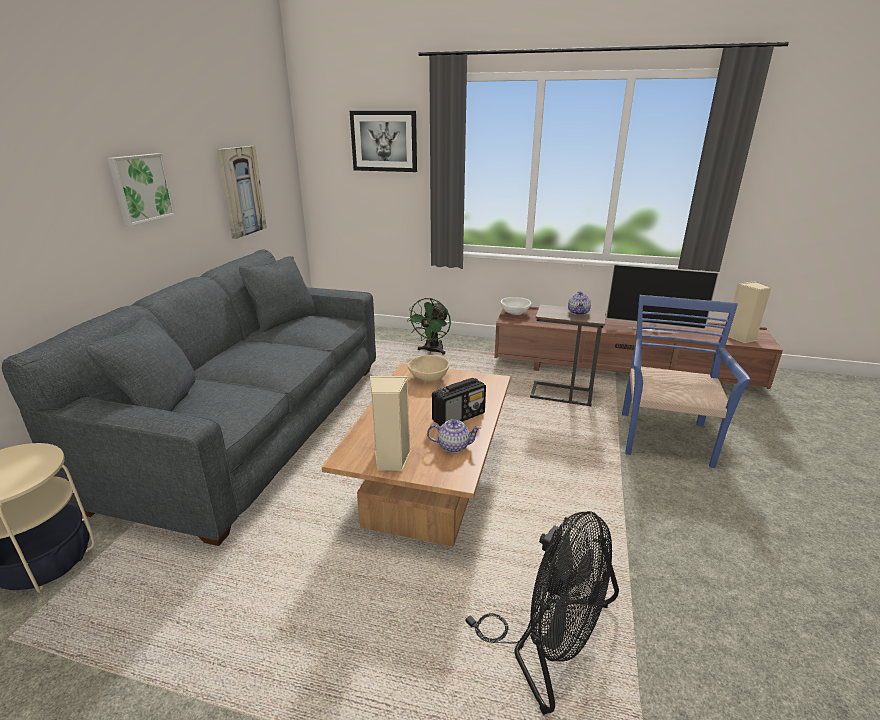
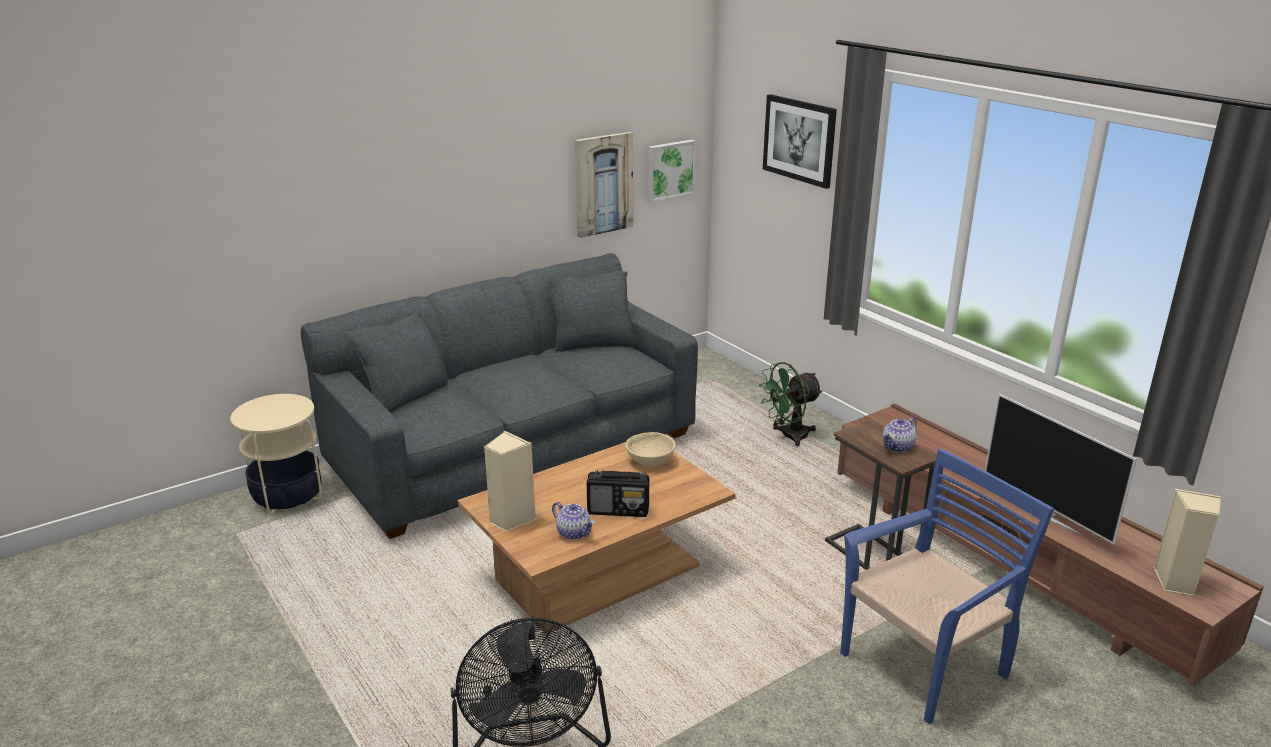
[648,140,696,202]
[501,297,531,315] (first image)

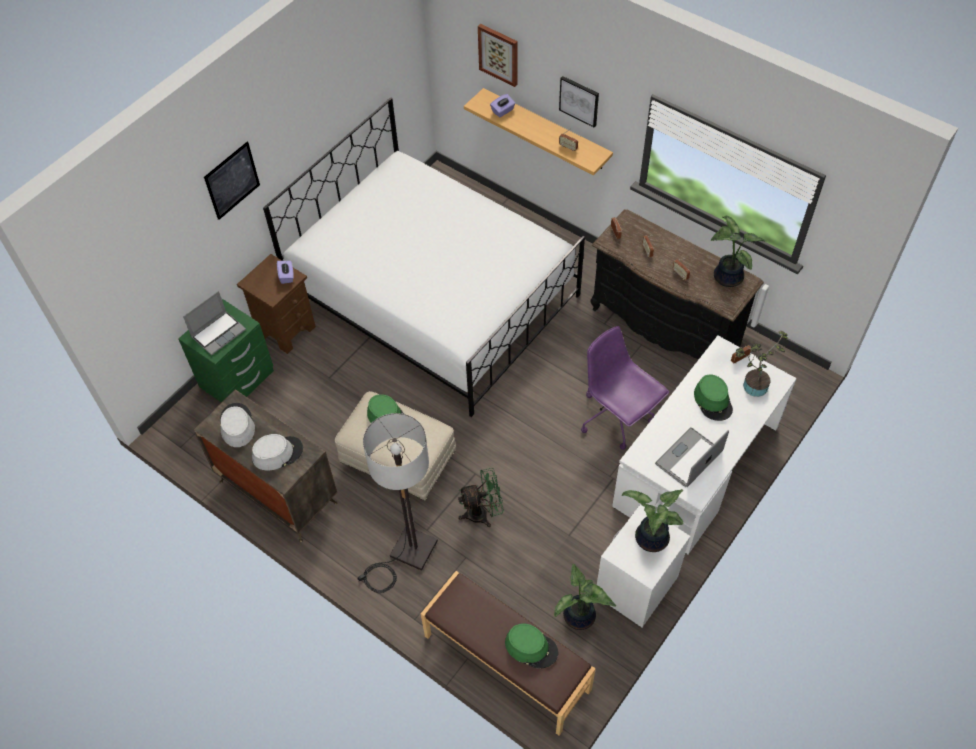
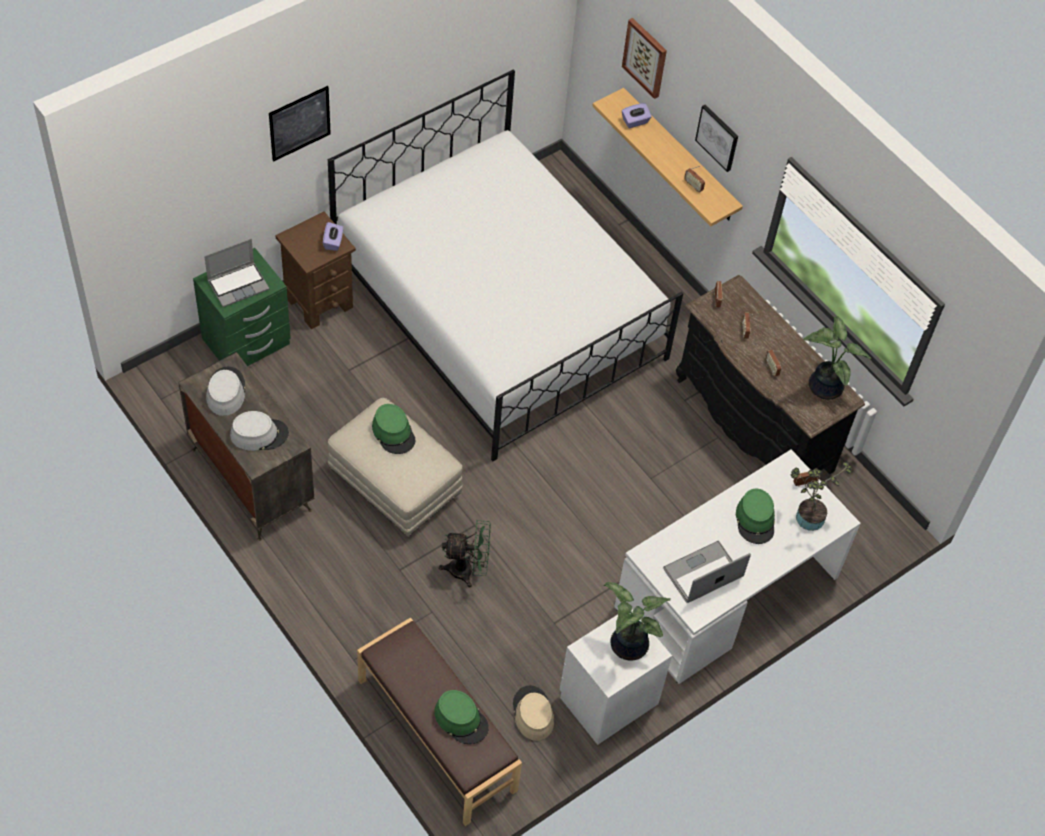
[581,326,669,450] (first image)
[358,413,438,593] (first image)
[513,685,554,741]

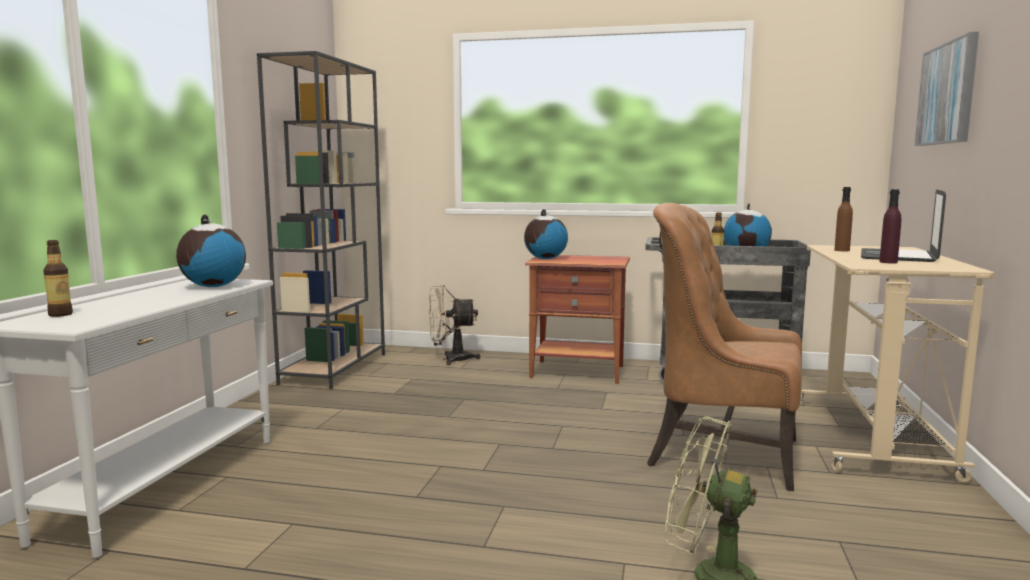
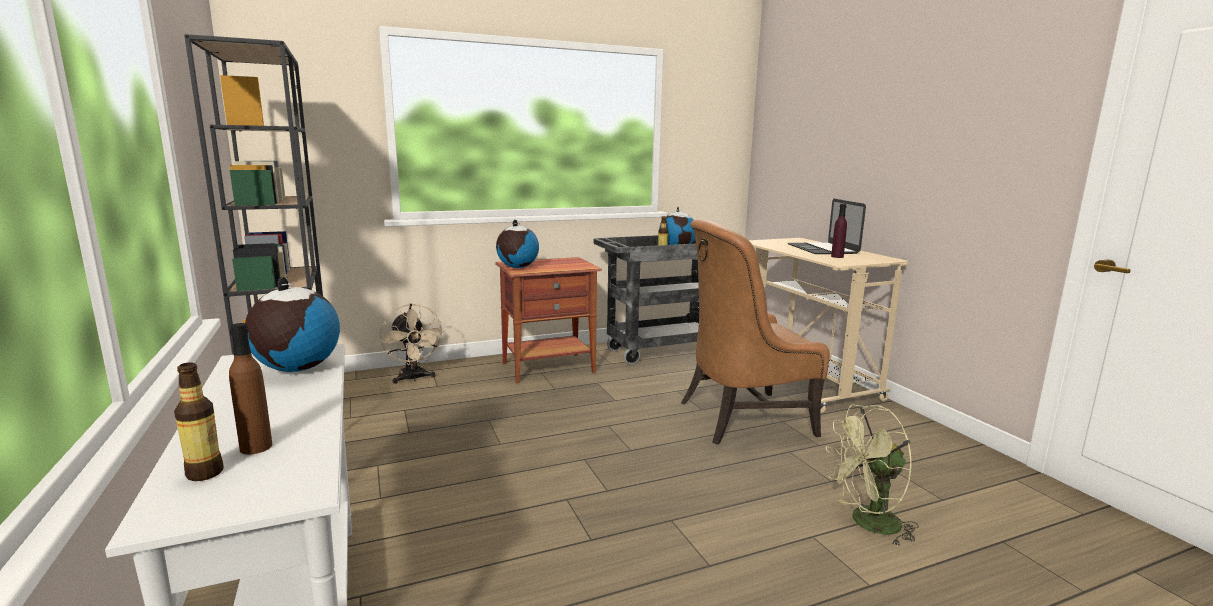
[915,32,979,146] (first image)
[229,323,272,454]
[380,304,444,384]

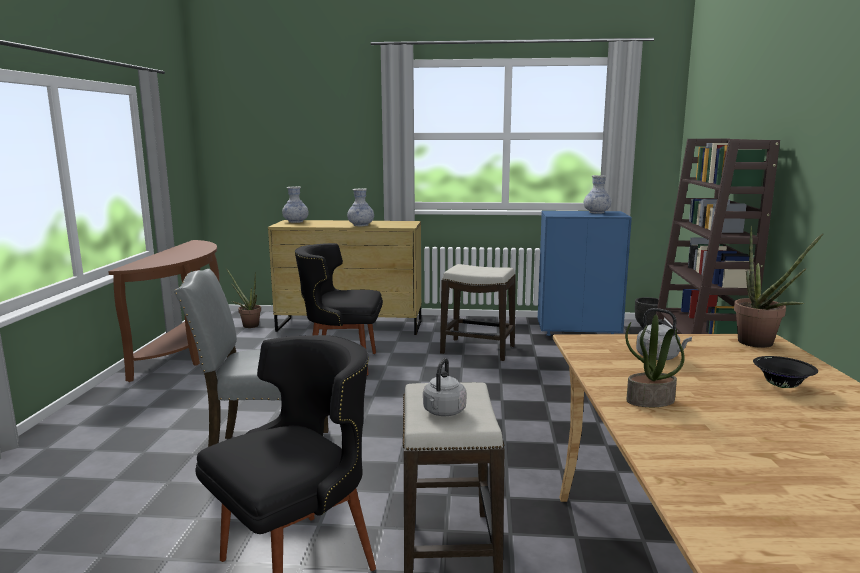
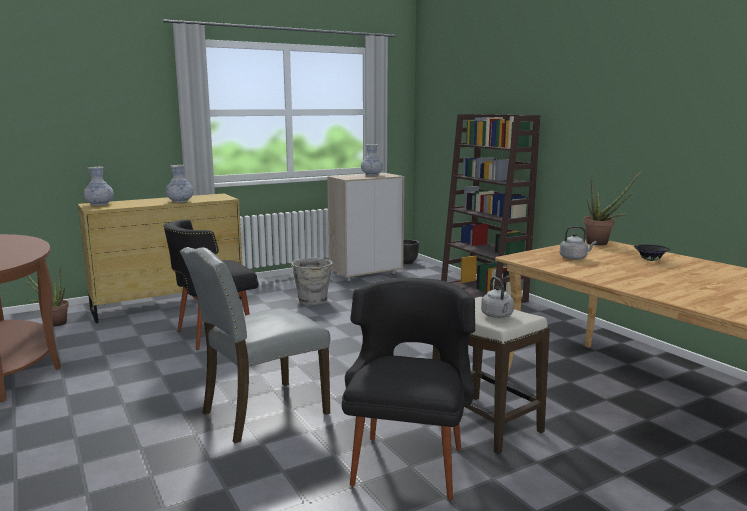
[327,173,404,281]
[290,258,334,305]
[625,314,685,407] (first image)

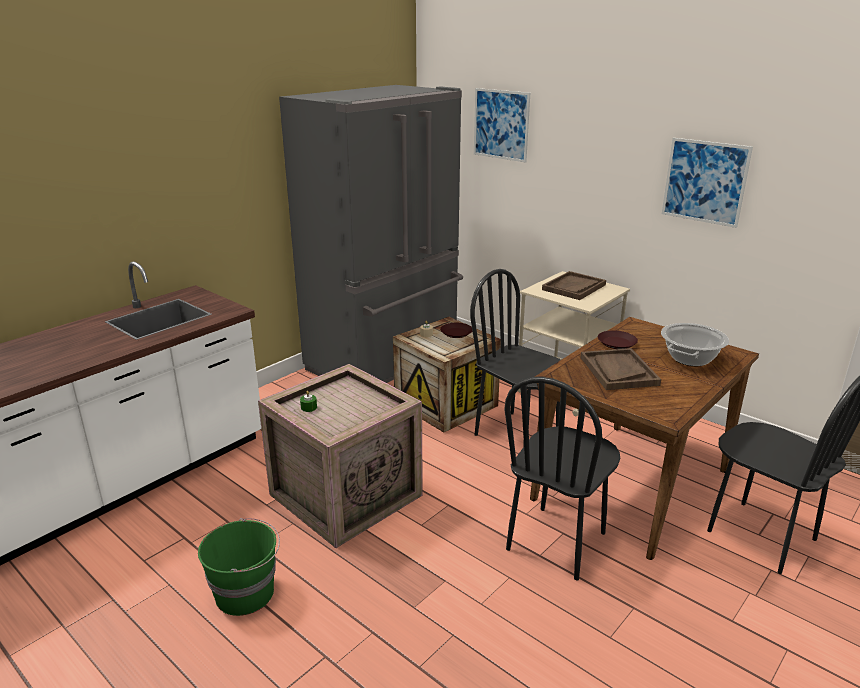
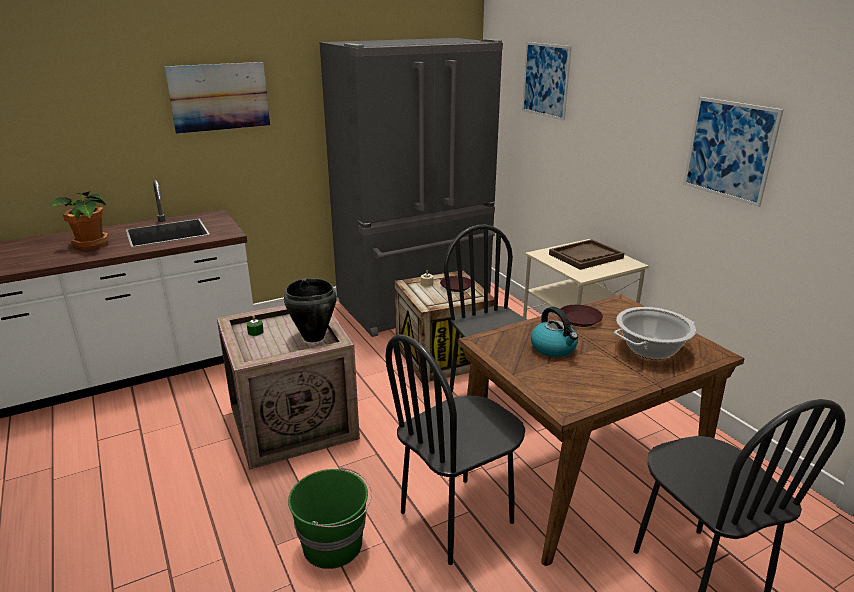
[531,307,578,357]
[288,467,372,569]
[164,62,270,134]
[49,191,109,250]
[284,278,337,342]

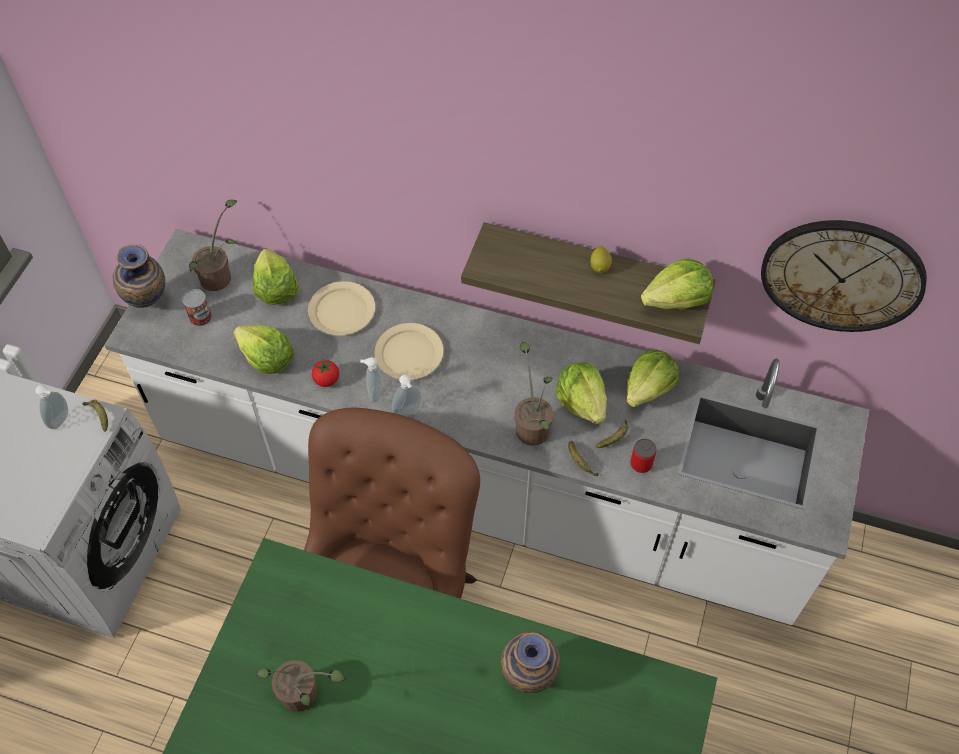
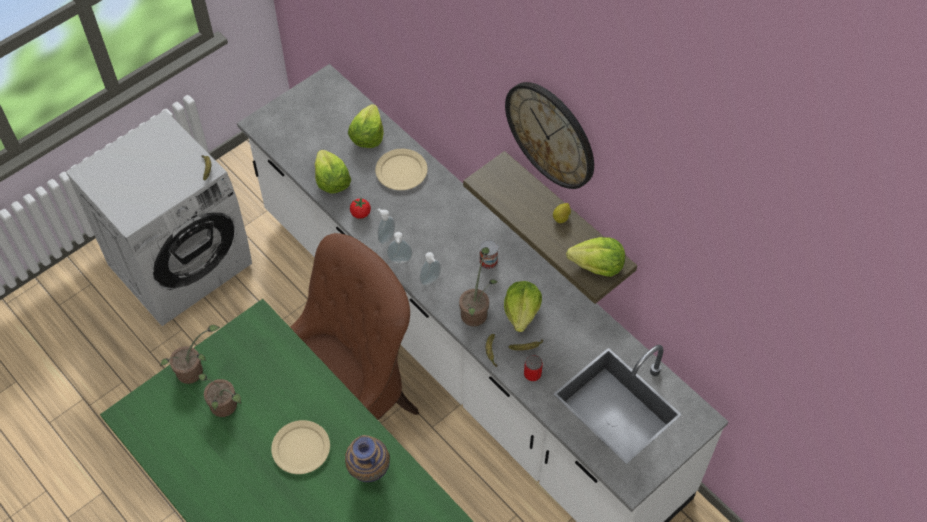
[160,325,220,384]
[505,82,594,189]
[113,244,165,308] (first image)
[479,240,498,269]
[271,420,330,474]
[626,349,679,407] (first image)
[420,252,441,286]

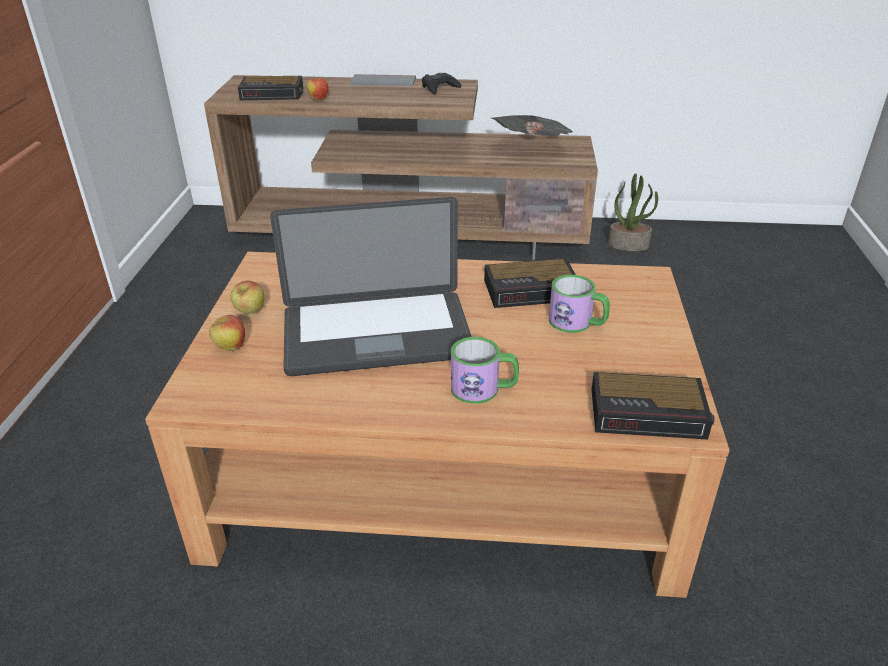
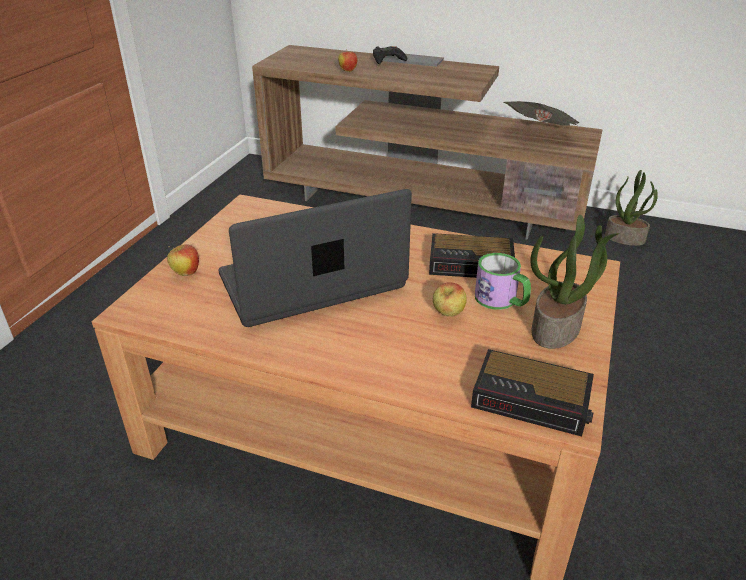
[373,46,407,64]
[238,76,303,100] (first image)
[219,189,412,327]
[433,282,467,316]
[451,337,519,404] (first image)
[530,215,619,349]

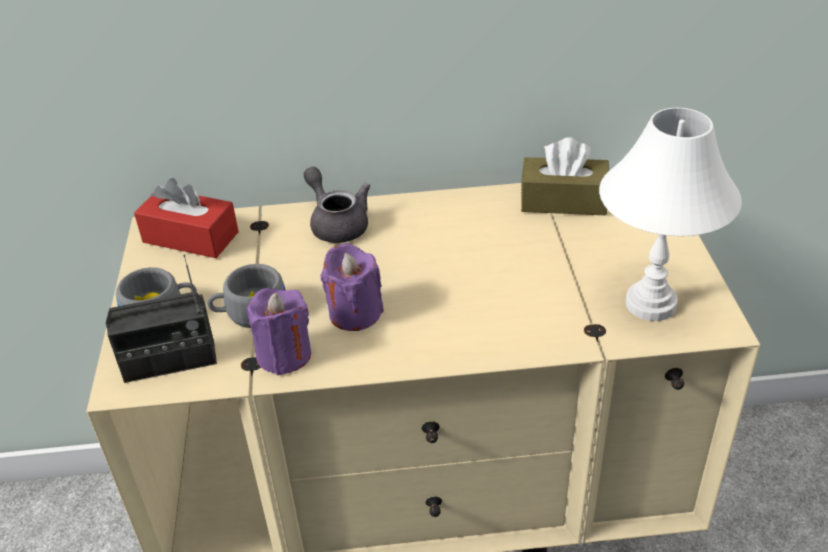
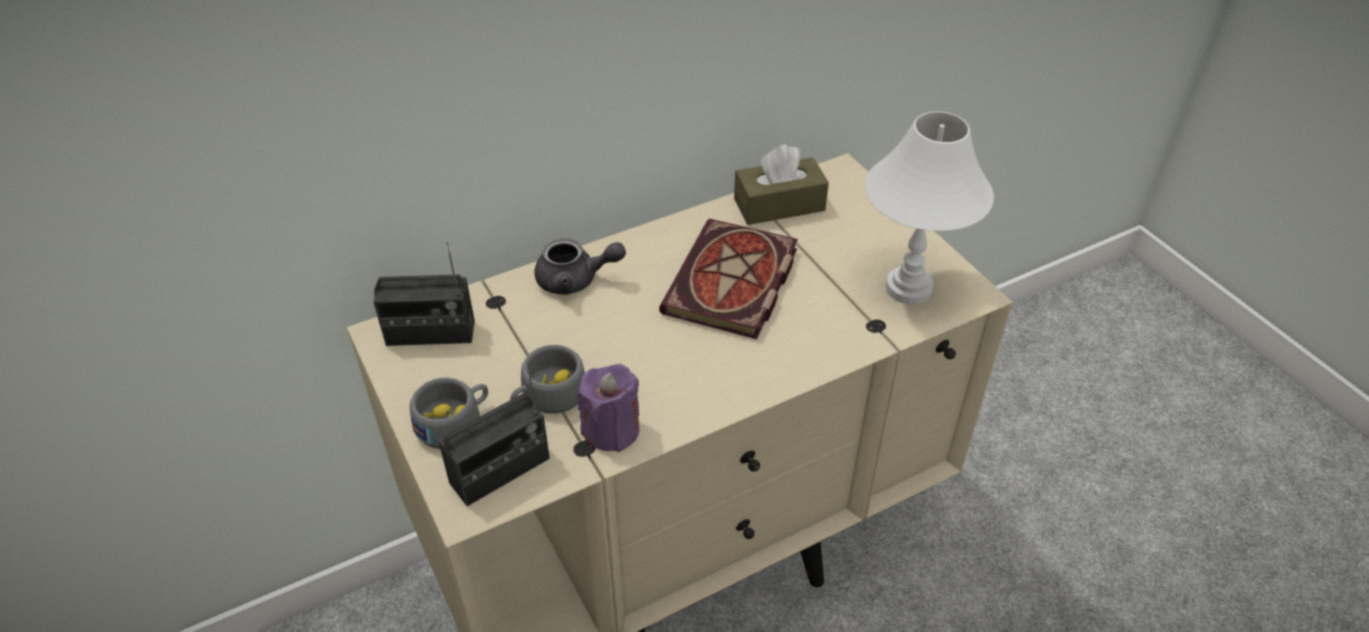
[534,238,626,295]
[373,242,475,346]
[321,243,384,331] (first image)
[659,219,798,339]

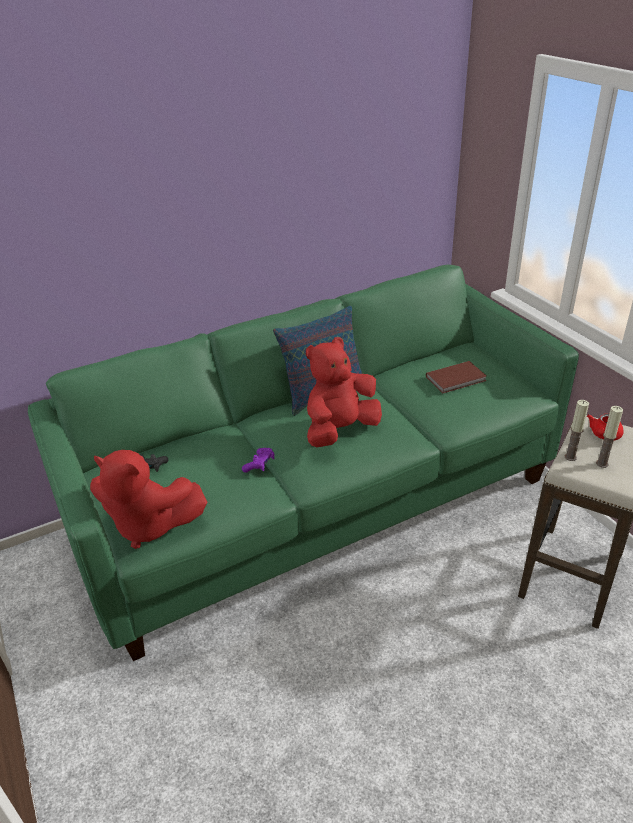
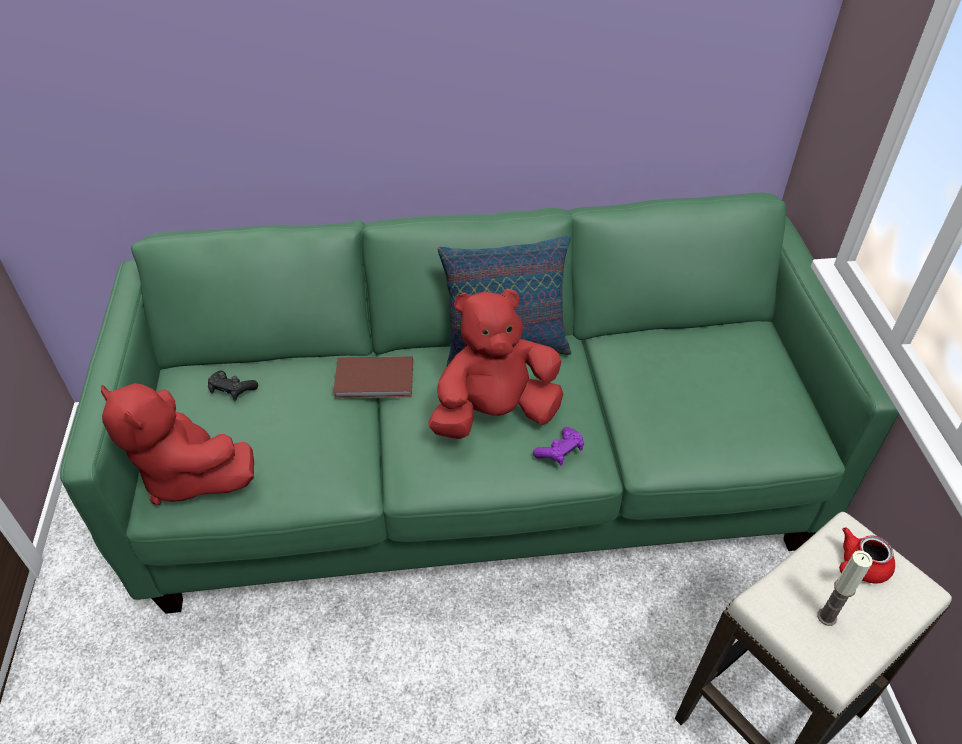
[333,356,413,399]
[565,400,589,461] (first image)
[533,427,584,466]

